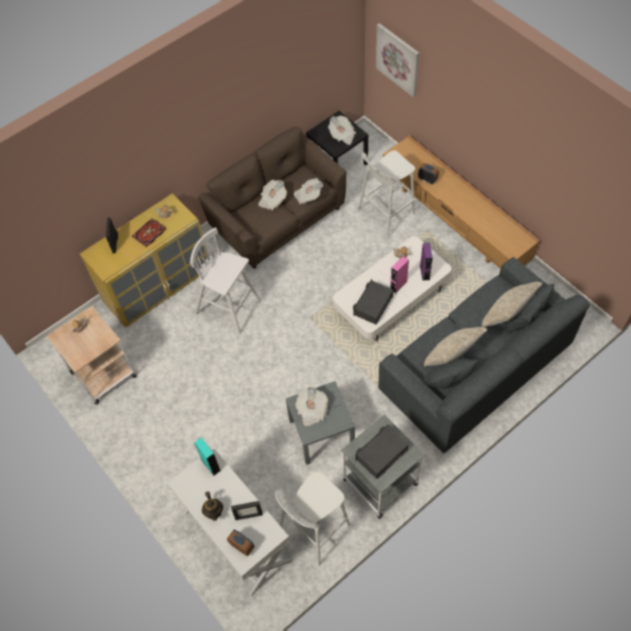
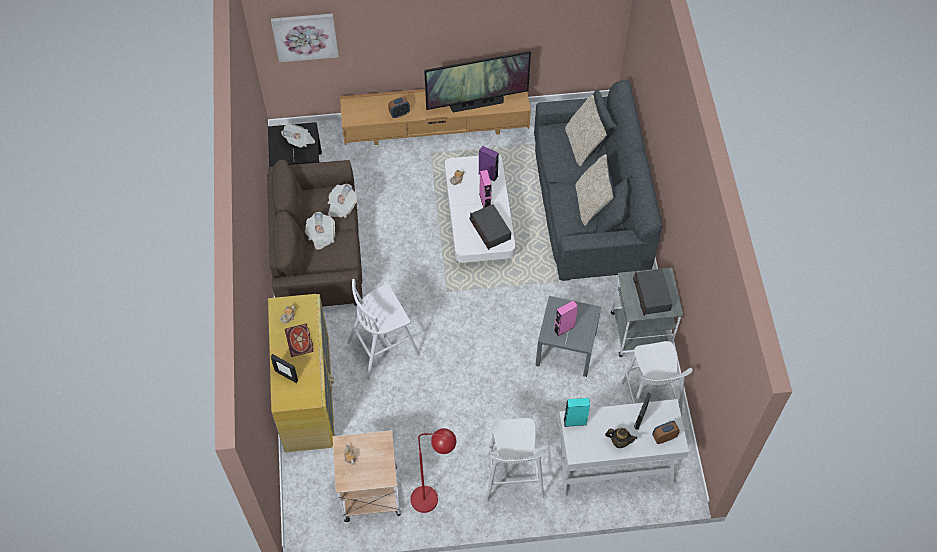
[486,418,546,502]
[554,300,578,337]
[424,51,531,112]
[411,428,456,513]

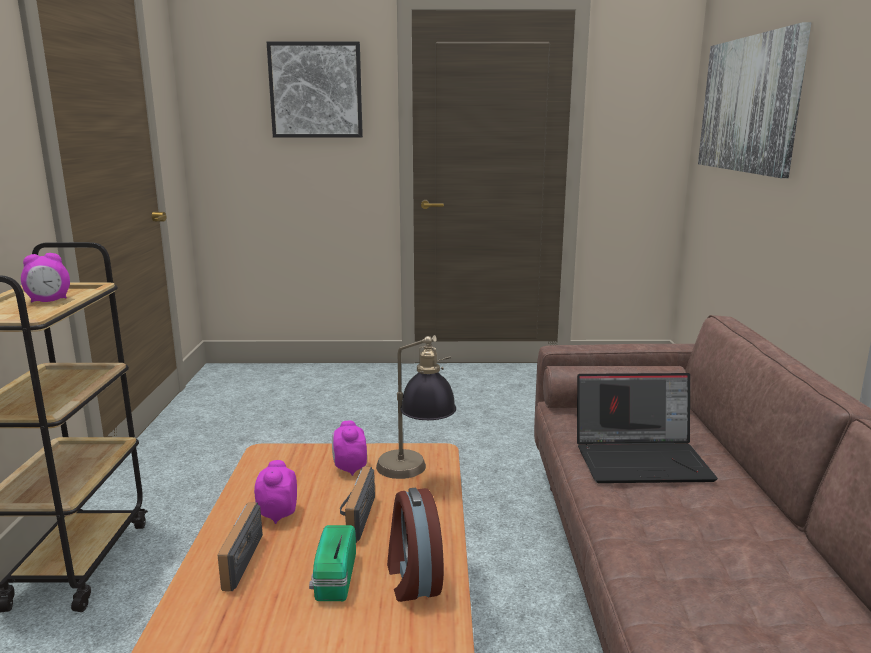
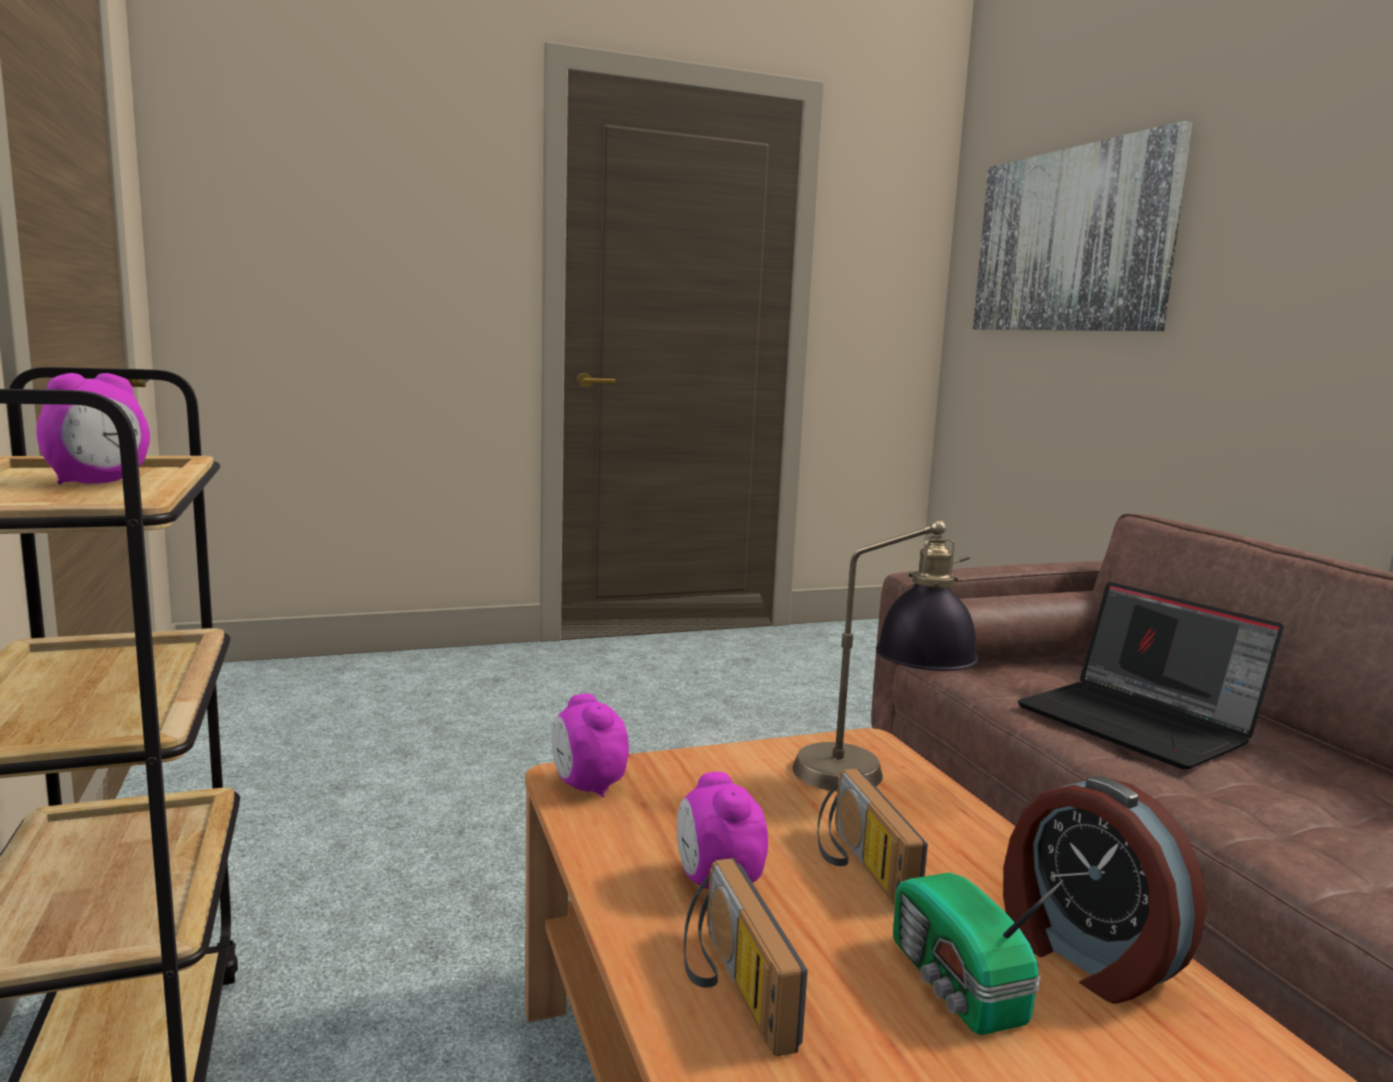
[267,41,363,138] (first image)
[1017,582,1284,770]
[552,693,629,797]

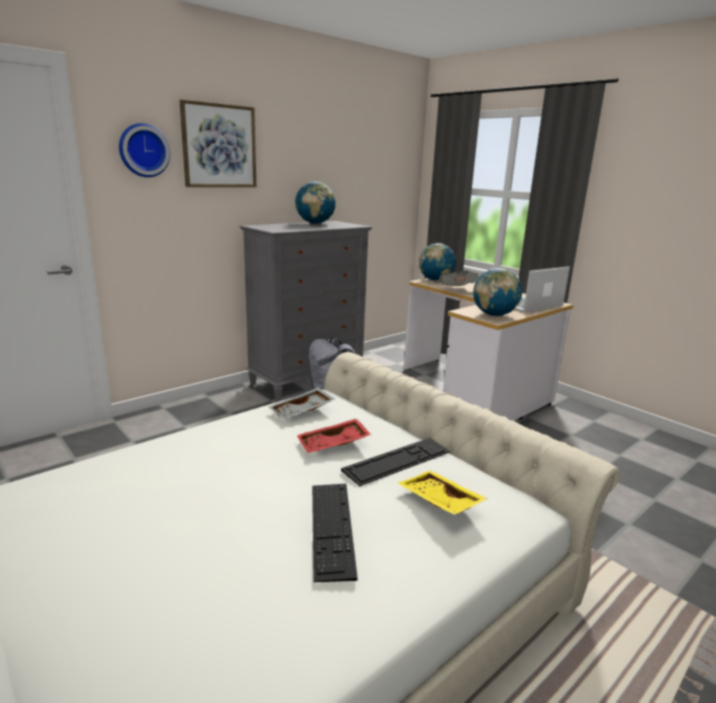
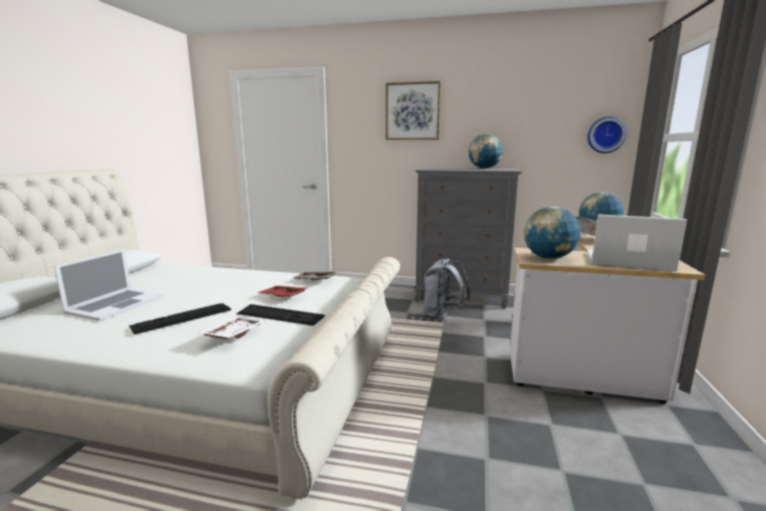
[588,117,627,153]
[198,316,265,339]
[54,249,164,321]

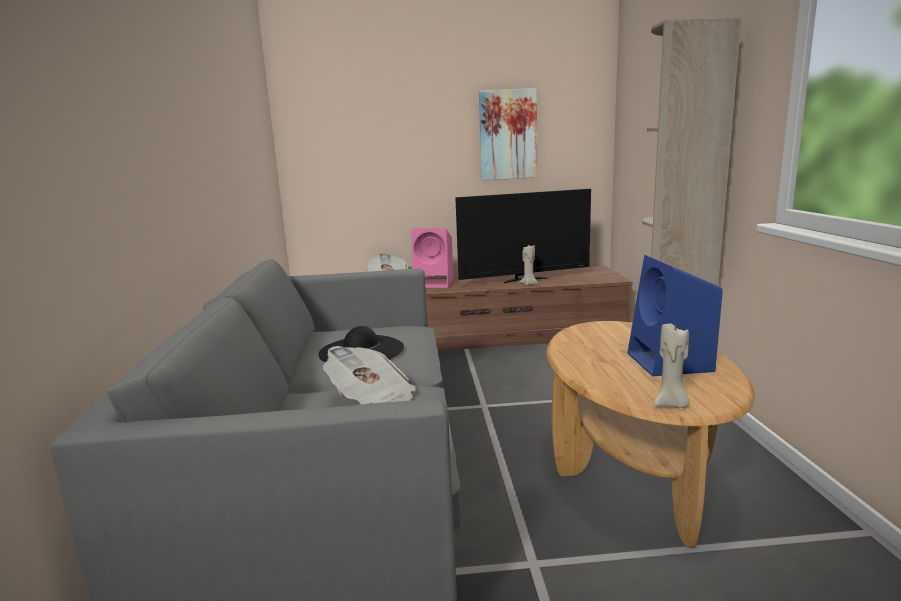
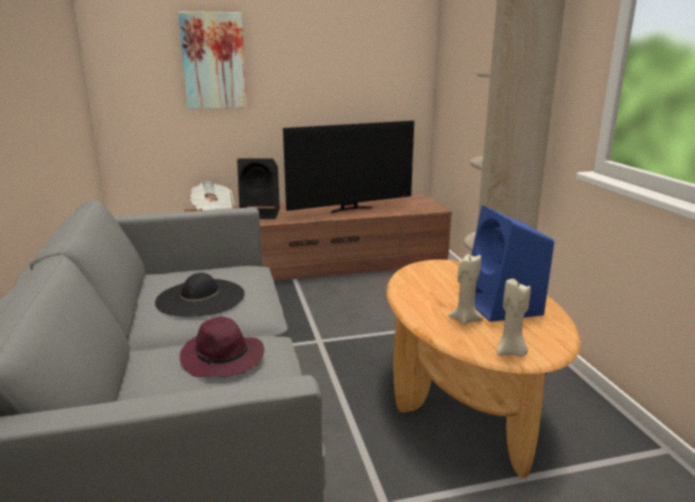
[178,11,247,109]
[237,158,280,219]
[448,254,483,325]
[180,317,264,377]

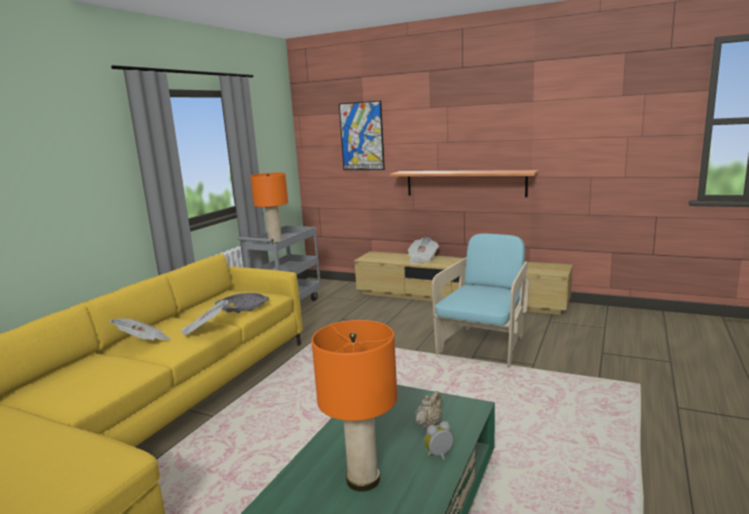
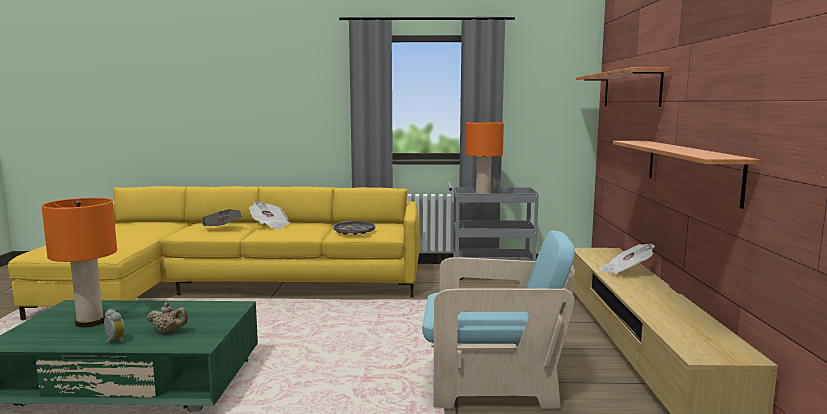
[576,67,670,107]
[202,209,242,226]

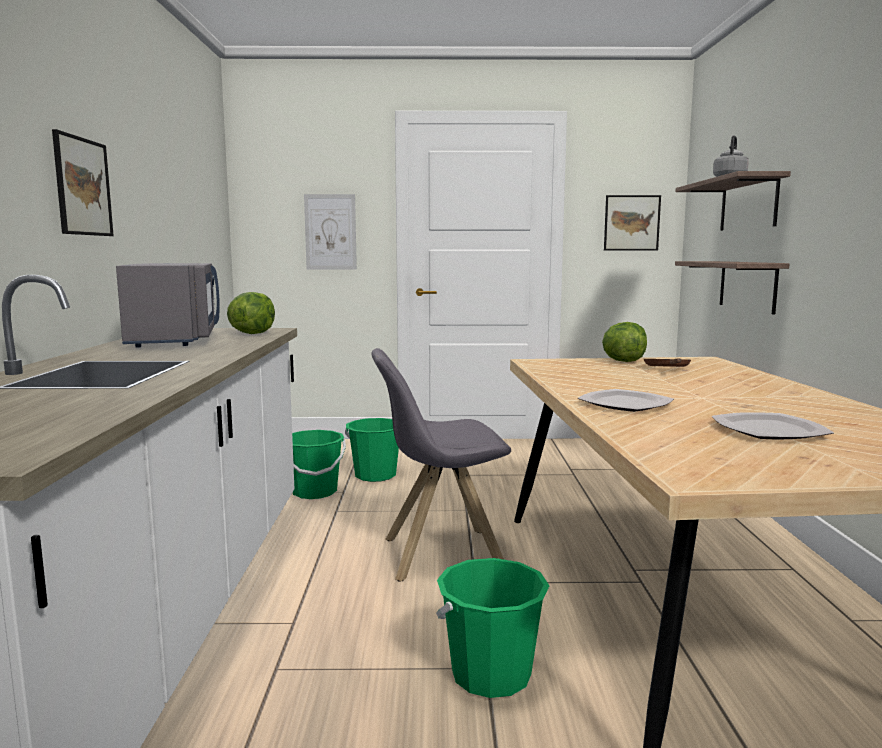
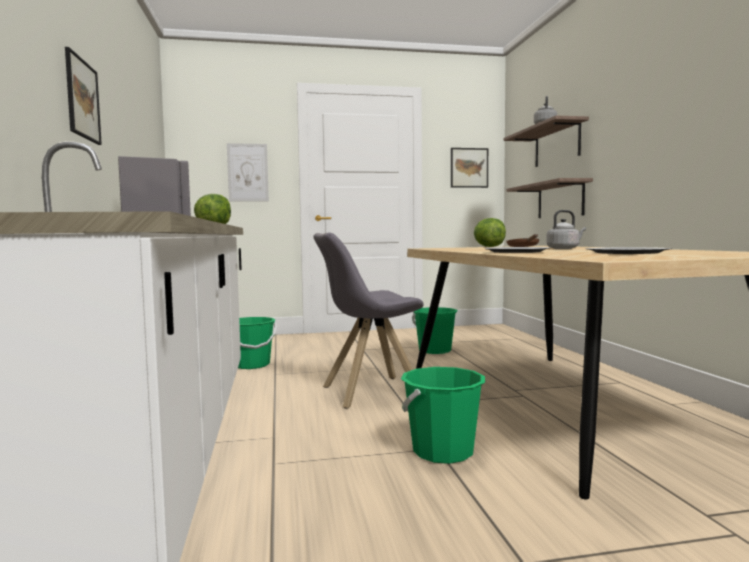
[412,307,457,354]
[546,210,586,249]

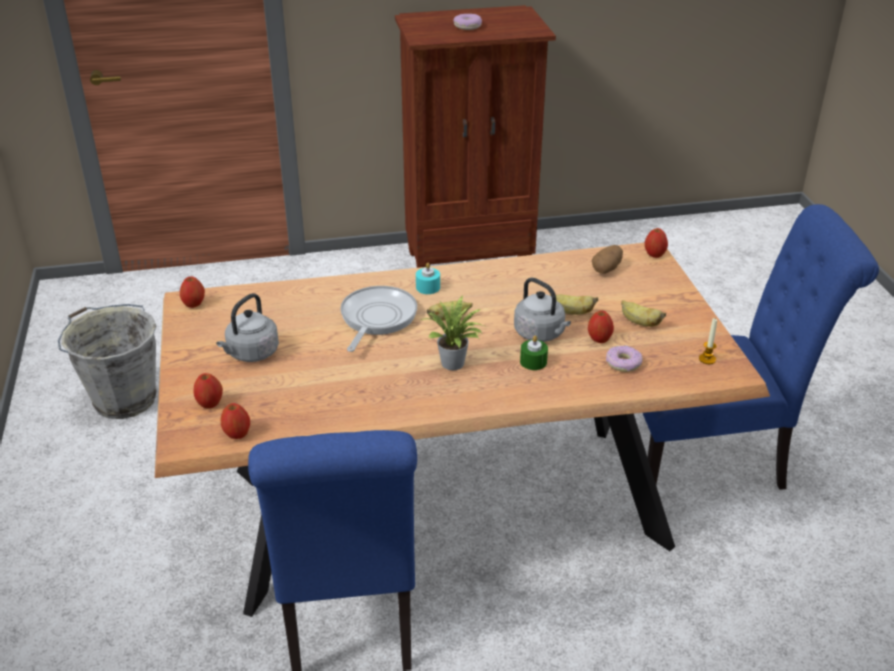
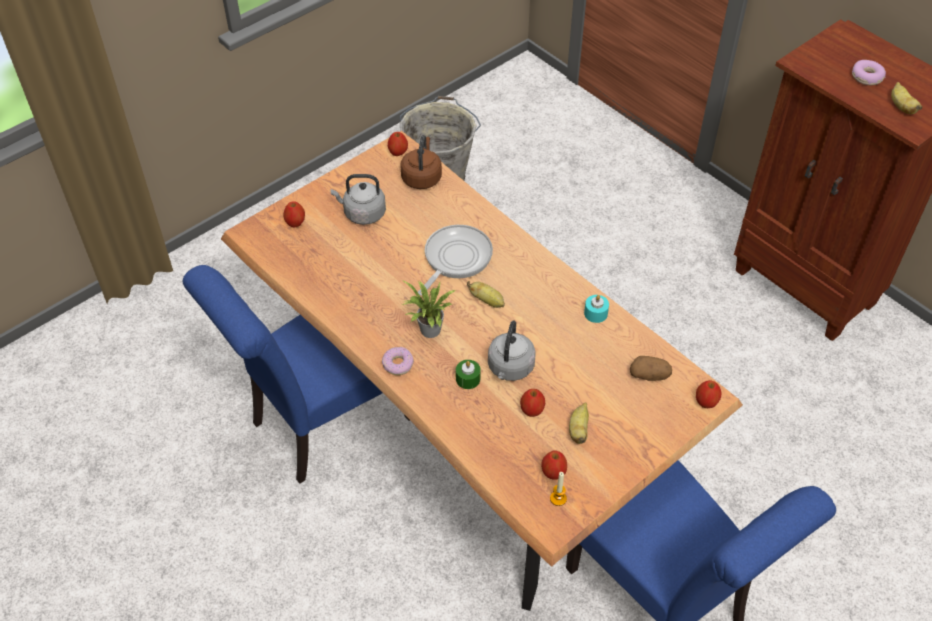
[584,295,609,323]
[418,225,493,296]
[891,82,922,114]
[382,347,414,375]
[541,451,567,480]
[401,135,442,189]

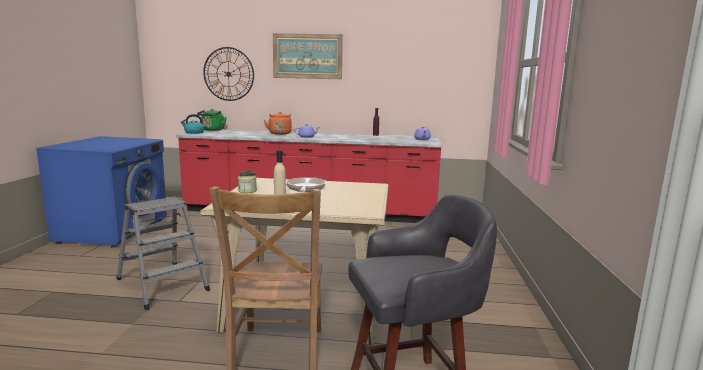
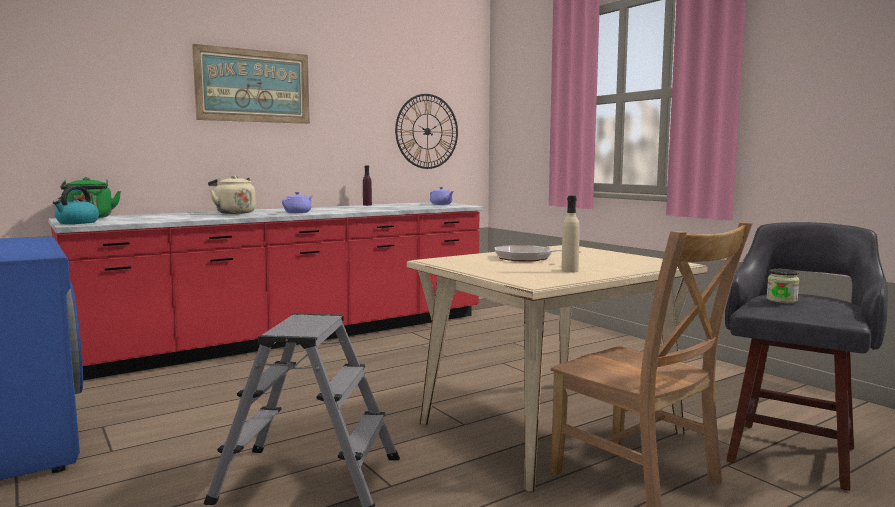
[395,94,458,169]
[208,176,256,214]
[766,269,799,303]

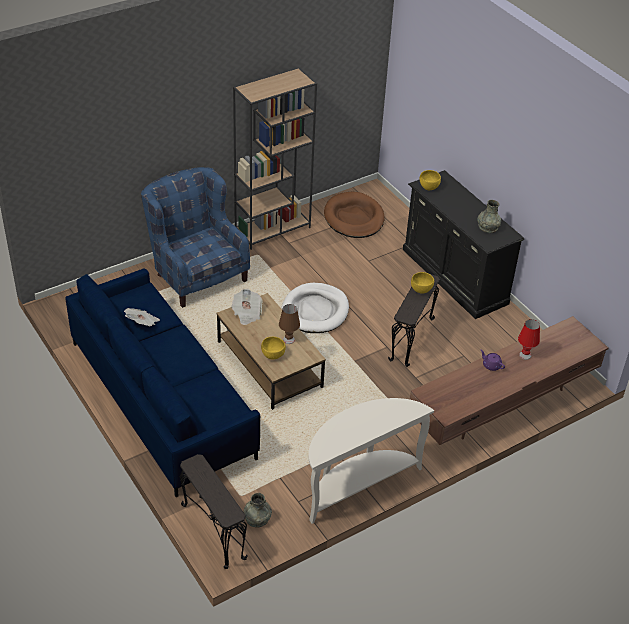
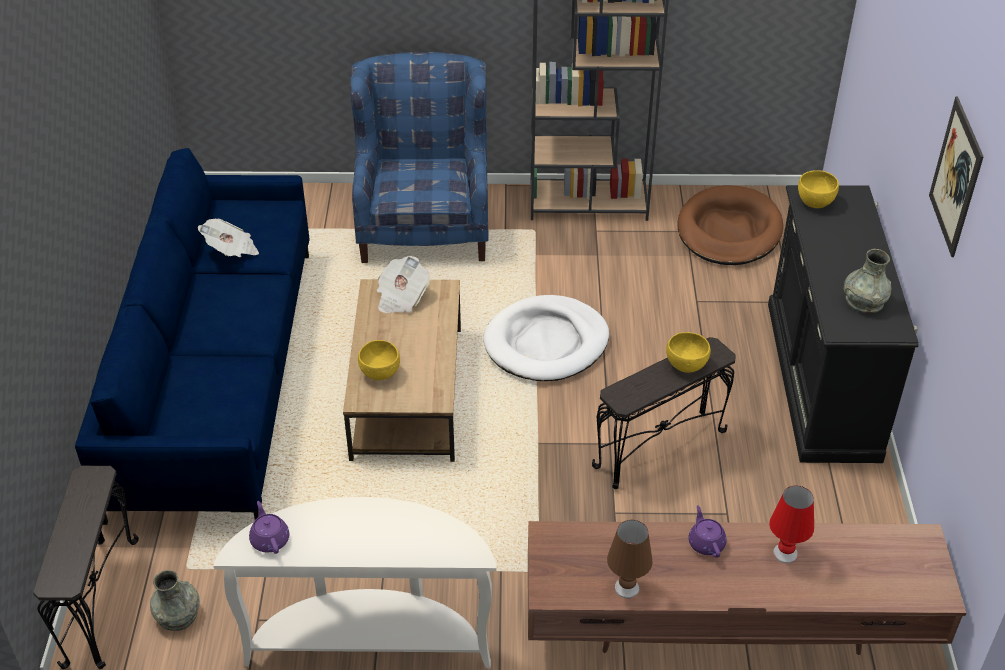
[607,520,653,598]
[929,97,984,257]
[249,501,289,554]

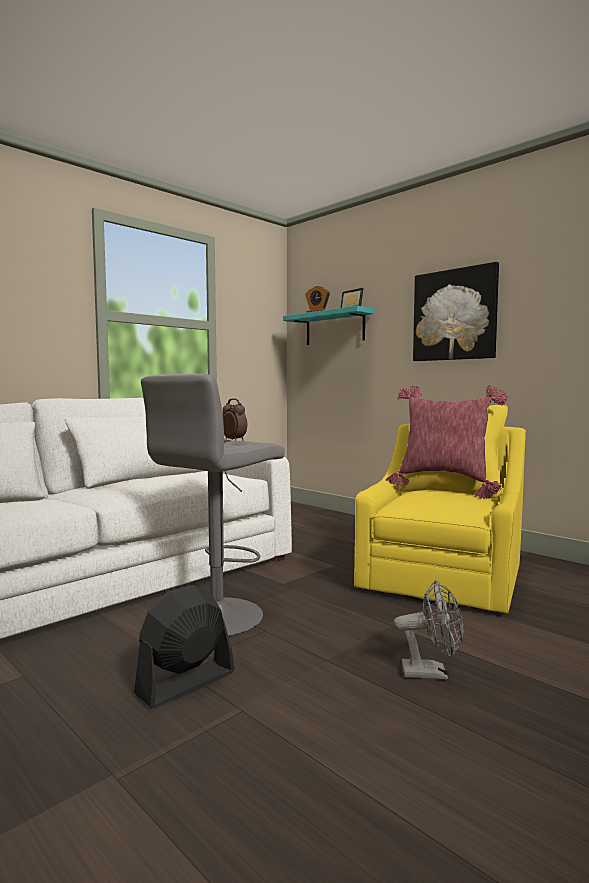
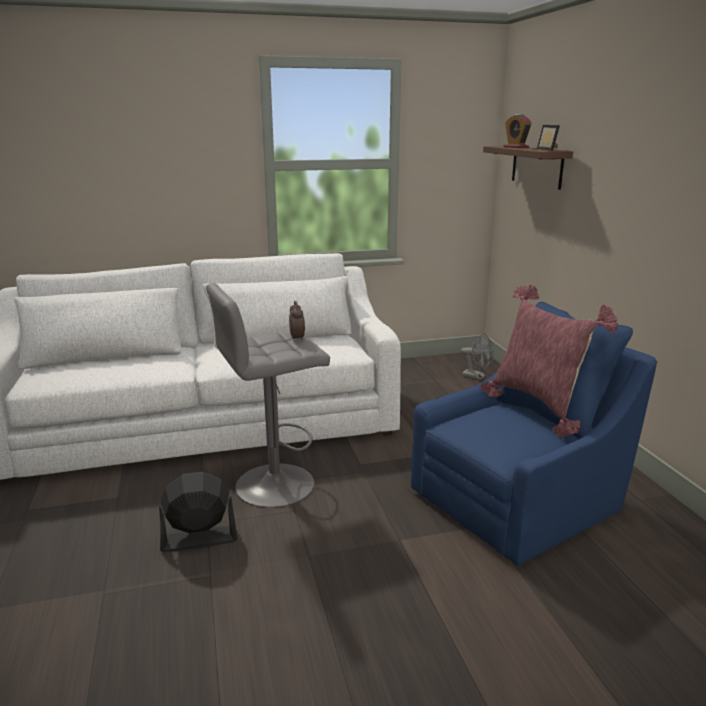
[413,262,499,361] (first image)
[483,146,573,190]
[411,302,658,566]
[461,334,494,380]

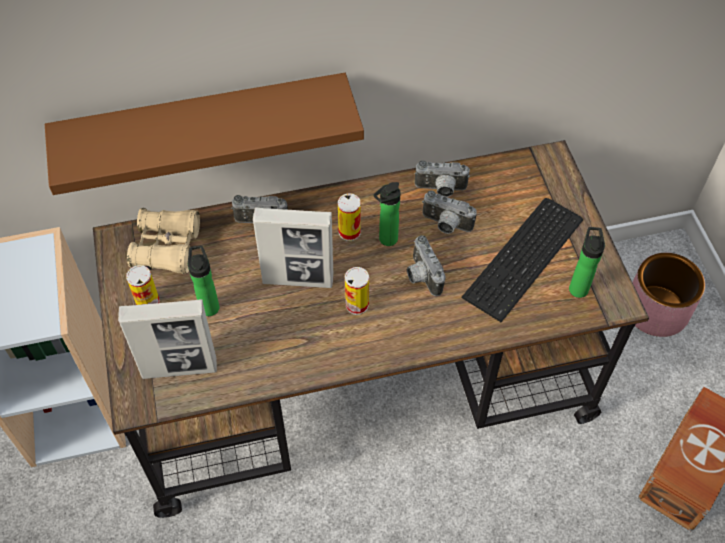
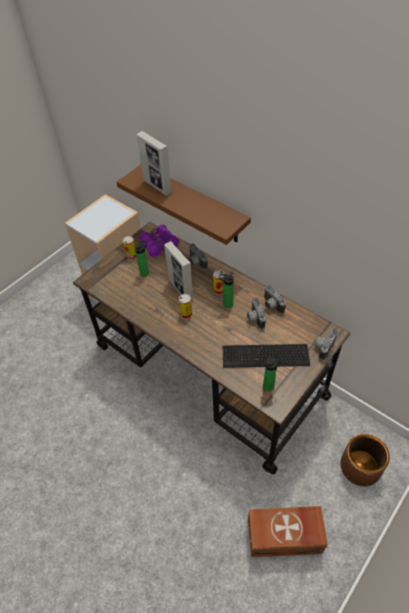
[139,224,179,257]
[314,328,338,360]
[341,434,390,486]
[137,131,172,196]

